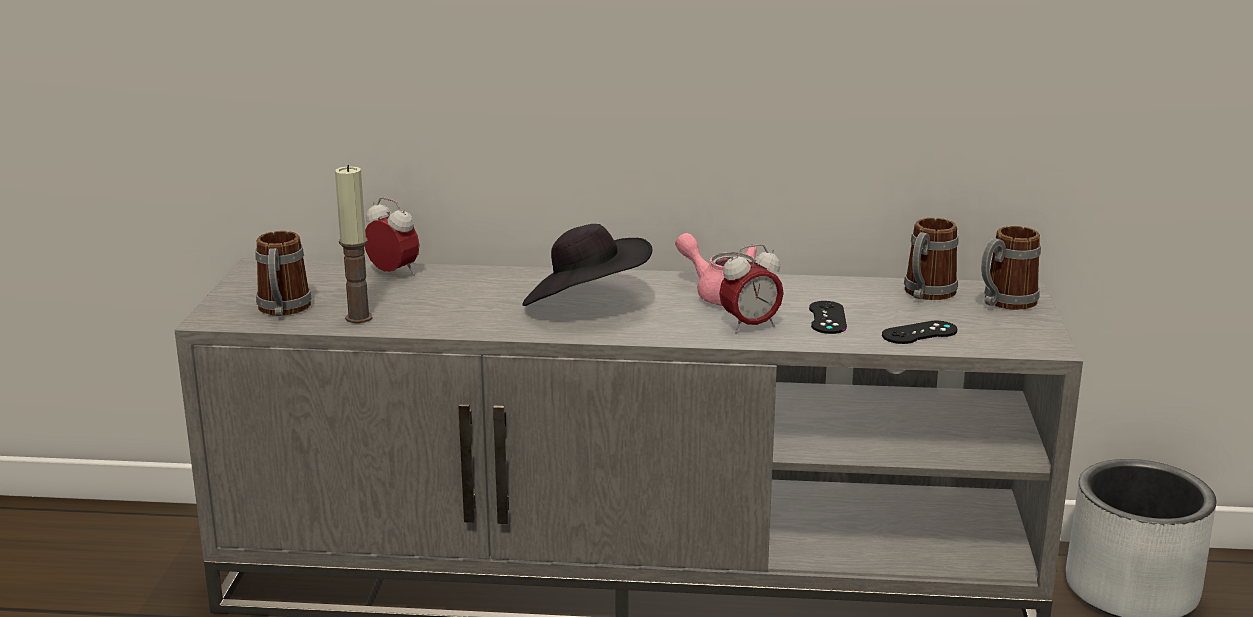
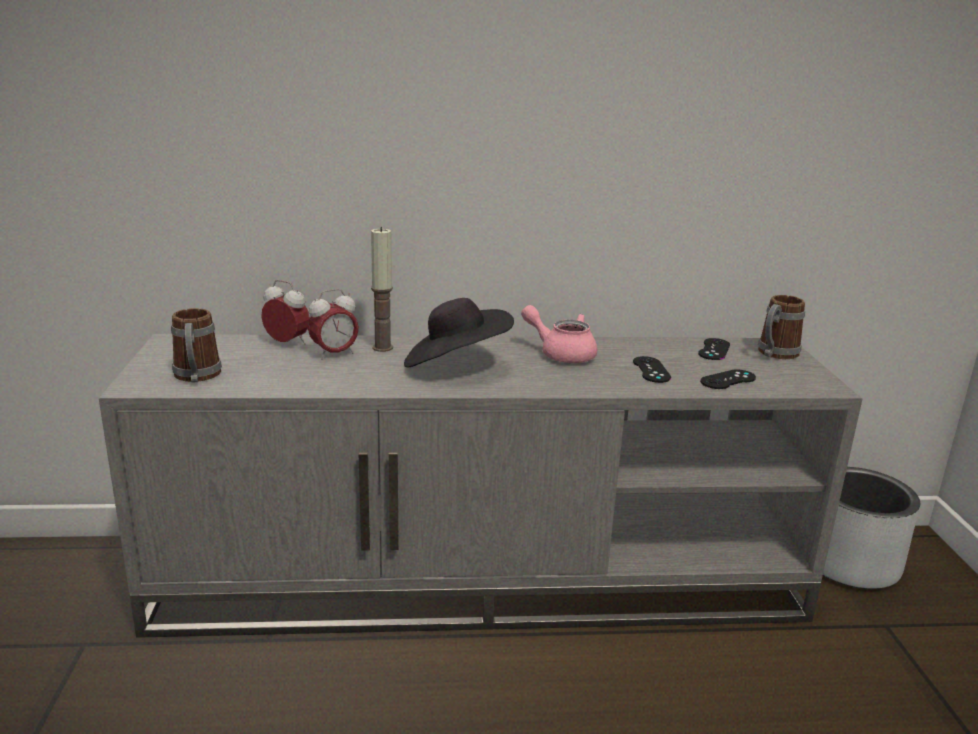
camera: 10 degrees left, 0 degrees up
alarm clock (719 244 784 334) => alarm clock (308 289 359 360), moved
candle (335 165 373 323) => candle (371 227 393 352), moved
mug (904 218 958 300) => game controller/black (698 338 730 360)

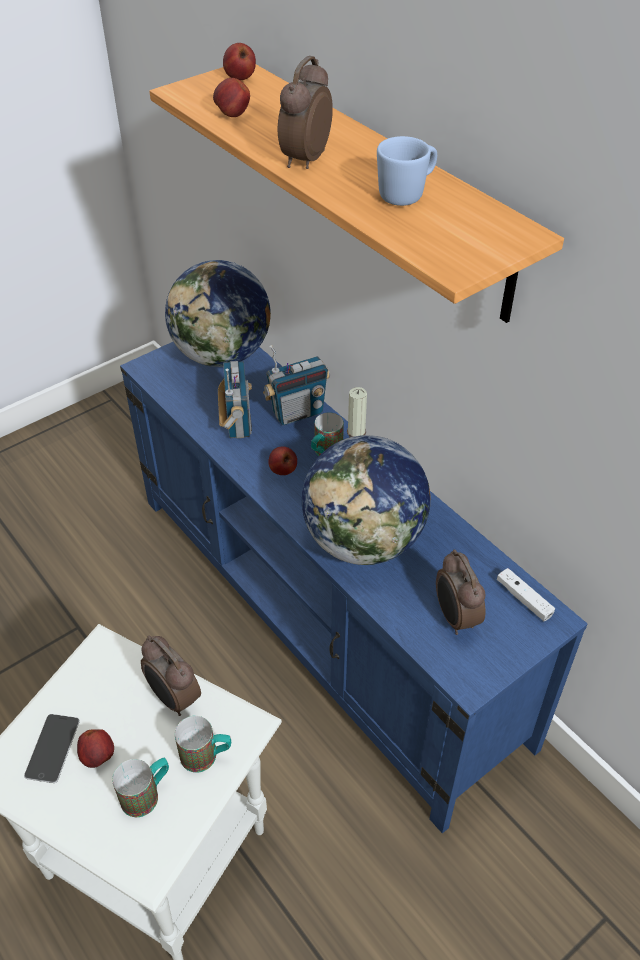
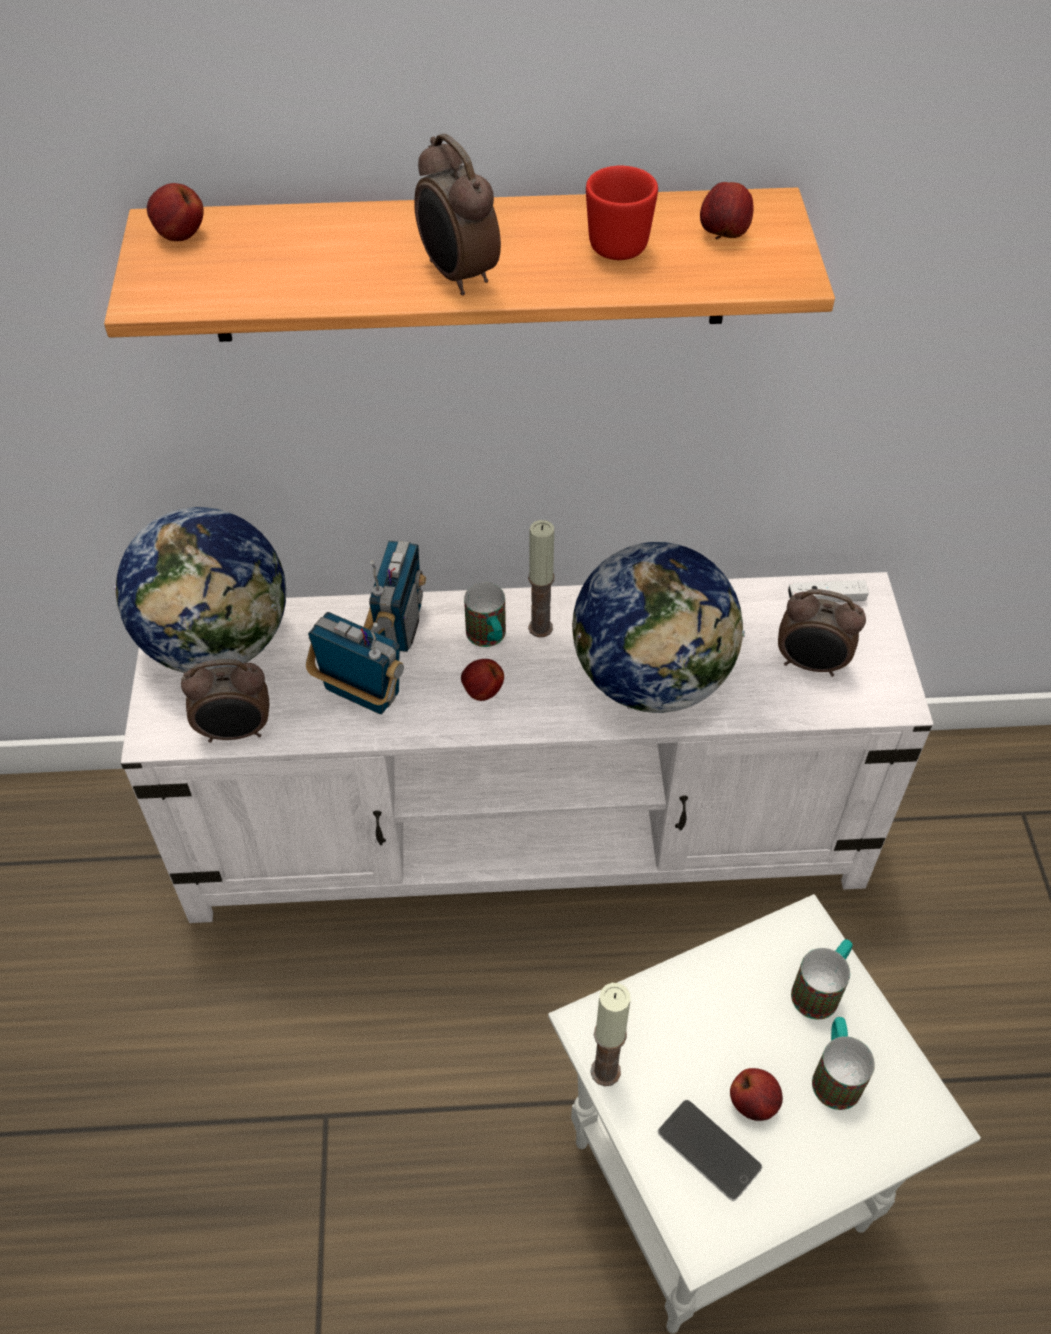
camera: 55 degrees left, 5 degrees up
tv stand/blue (120 342 587 833) => tv stand/white (120 572 933 923)
alarm clock (141 635 201 716) => alarm clock (181 659 269 743), moved
mug/blue (377 136 437 206) => mug/red (586 166 658 260)
nothing => candle (590 983 630 1086)
apple (213 78 250 117) => apple (700 182 753 239), moved

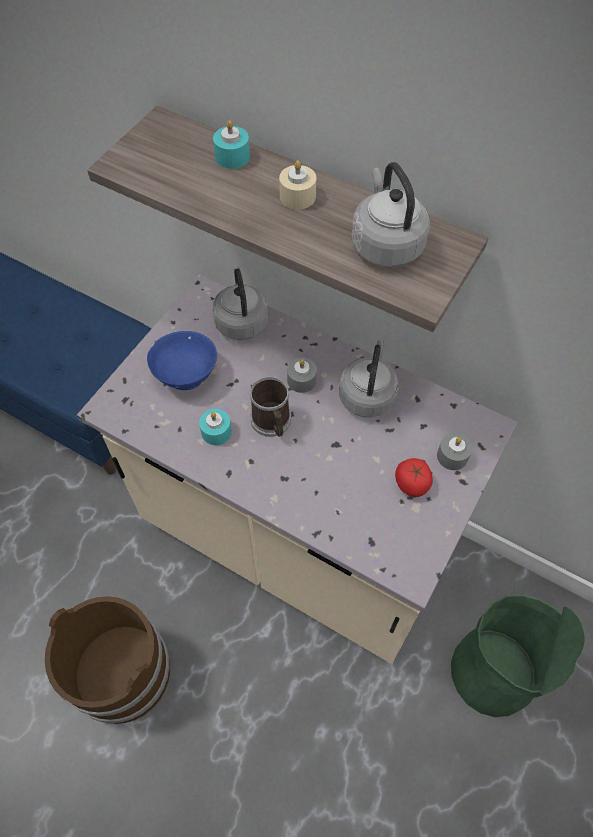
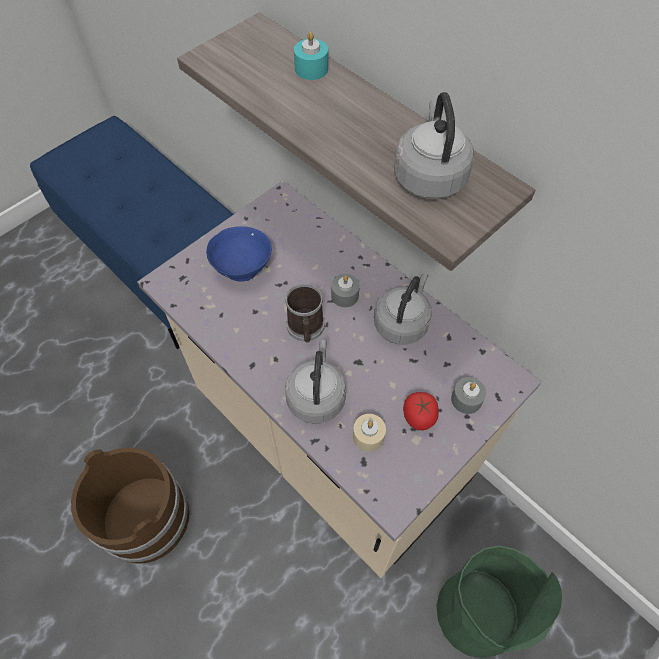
camera: 15 degrees right, 0 degrees up
kettle/grey (213 267 268 340) => kettle/grey (285 340 346 424), moved
candle/beige (279 160 316 210) => candle/beige (353 414 386 452), moved
candle/turquoise (199 409 232 445) => nothing

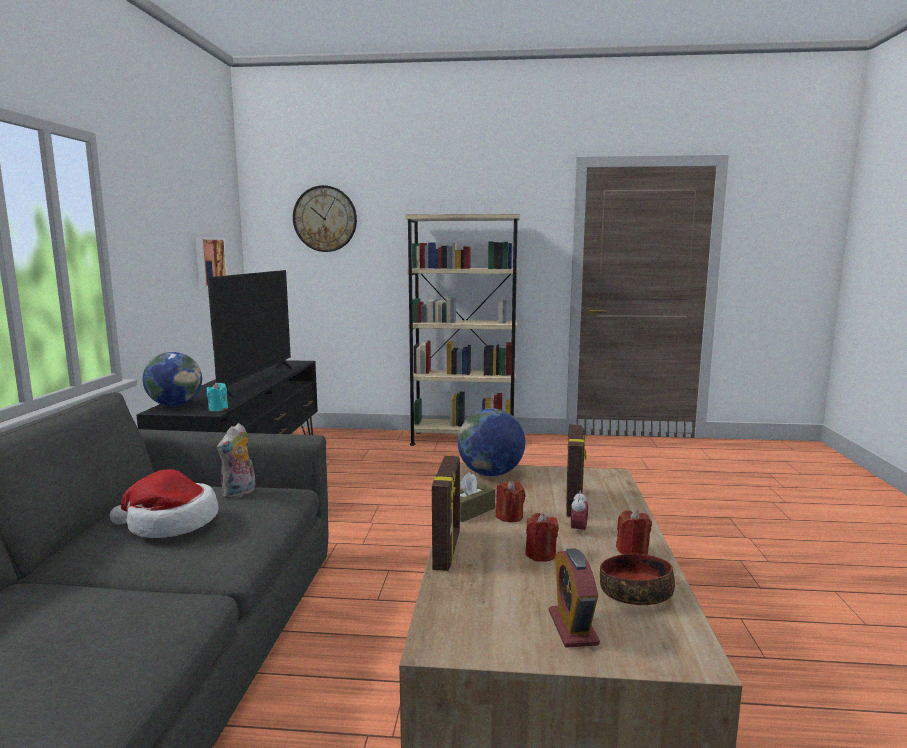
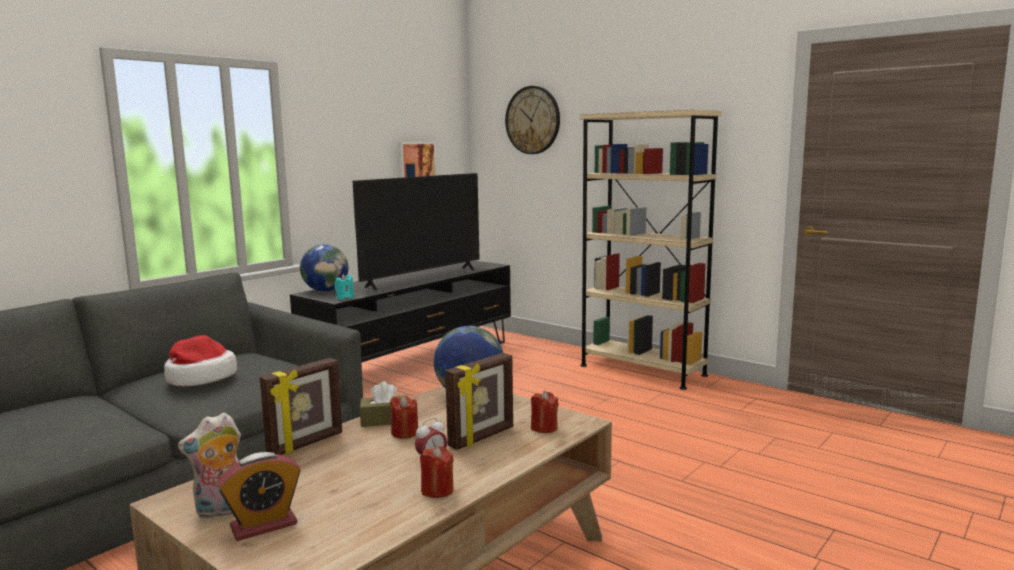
camera: 35 degrees right, 0 degrees up
plush toy (217 423 256 499) => plush toy (178 412 241 519), moved
alarm clock (549 548 600 648) => alarm clock (217 452 301 541), 150 degrees counterclockwise
candle/red (525 513 559 562) => candle/red (531 391 559 433), moved
bowl (600 554 675 605) => nothing

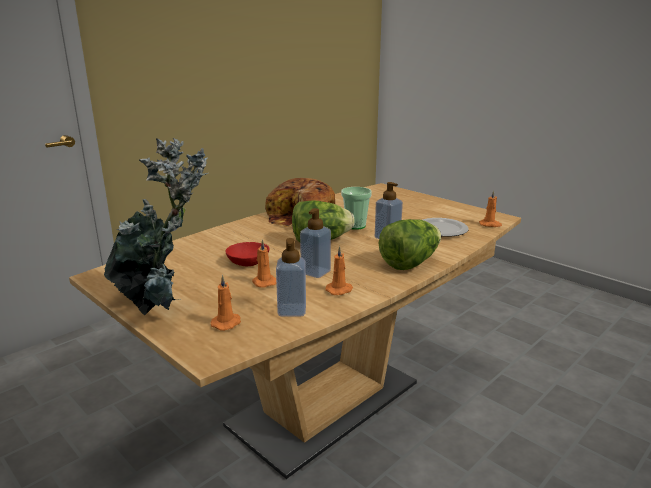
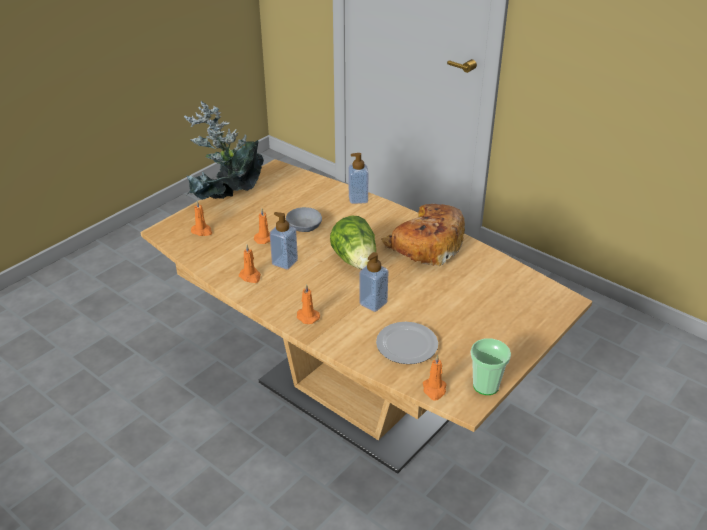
camera: 85 degrees right, 15 degrees up
bowl/red (226 242 270 266) => bowl/grey (286 207 322 232)
lettuce (379 219 441 270) => candle/orange (297 284 320 324)
soap dispenser (276 238 306 317) => soap dispenser (349 153 369 204), moved
cup (341 187 372 230) => cup (471 338 511 395), moved

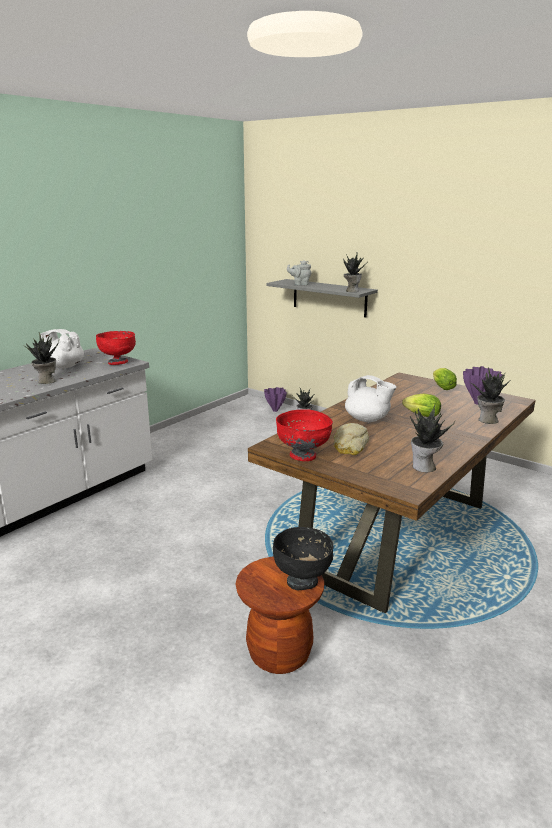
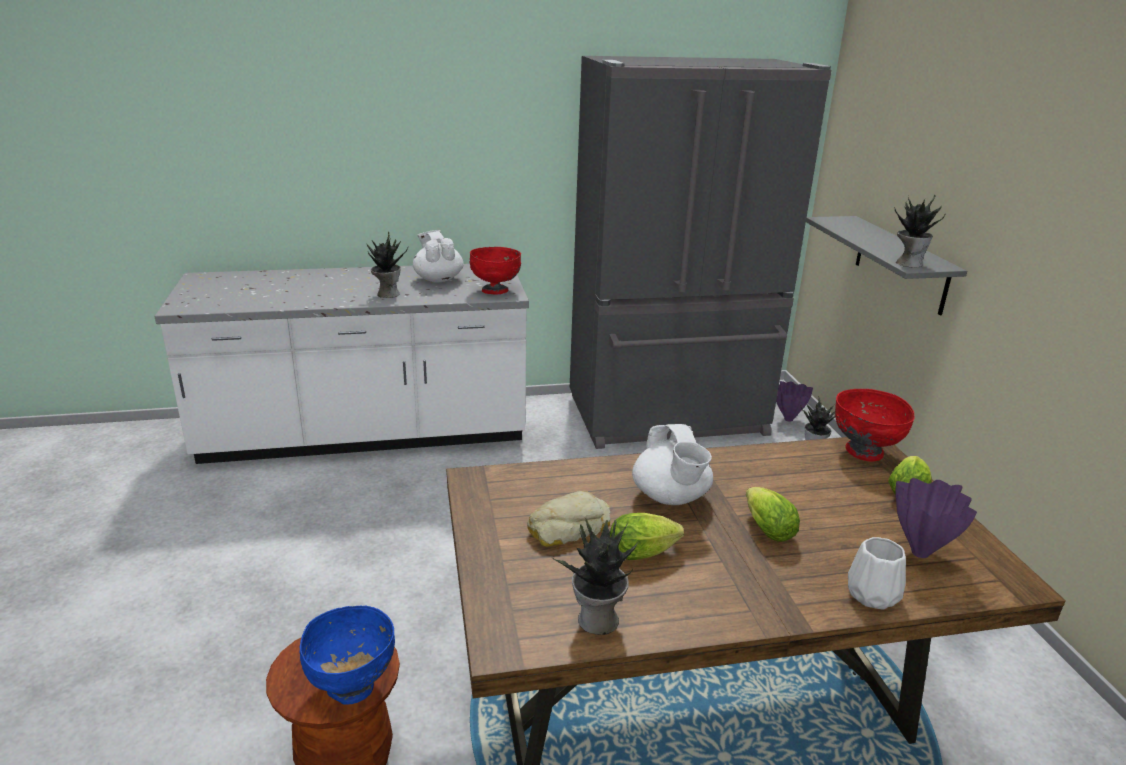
camera: 40 degrees right, 5 degrees up
bowl/black (273 527 334 590) => bowl/blue (300 606 395 705)
nothing => fridge/grey (570 56 832 449)
nothing => lettuce (610 513 684 560)
bowl/red (276 409 333 461) => bowl/red (835 389 915 462), moved
potted plant (469 367 510 424) => vase/white (848 537 906 610)
teapot/grey (287 261 311 285) => nothing

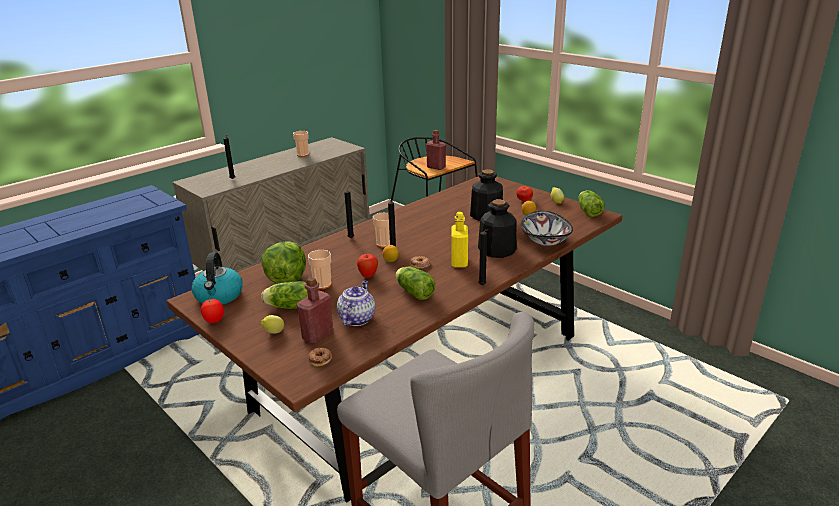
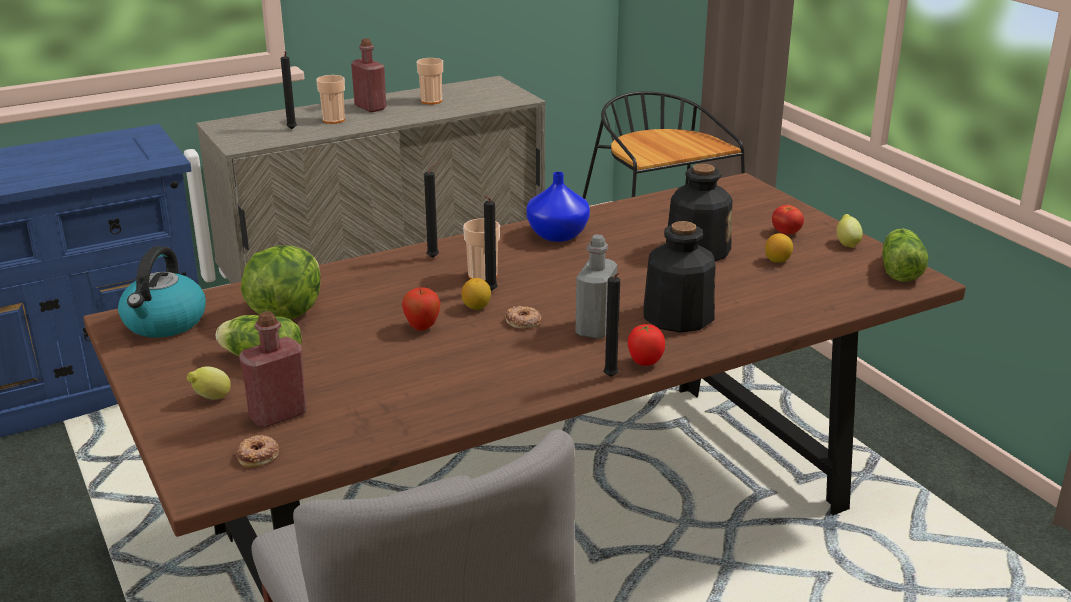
camera: 15 degrees right, 0 degrees up
cup (308 250 332 289) => cup (316 75 345 124), moved
bottle/red (426 130 446 170) => bottle/red (351 38 386 112), moved
nothing => vase/blue (526 172 590 242)
bottle/yellow (451 212 468 267) => bottle/grey (576 234 617 339)
tomato (201 299 224 323) => tomato (628 324 665 366), moved
teapot (337 280 375 326) => nothing
lettuce (395 266 436 300) => nothing
bowl (521 211 573 246) => nothing

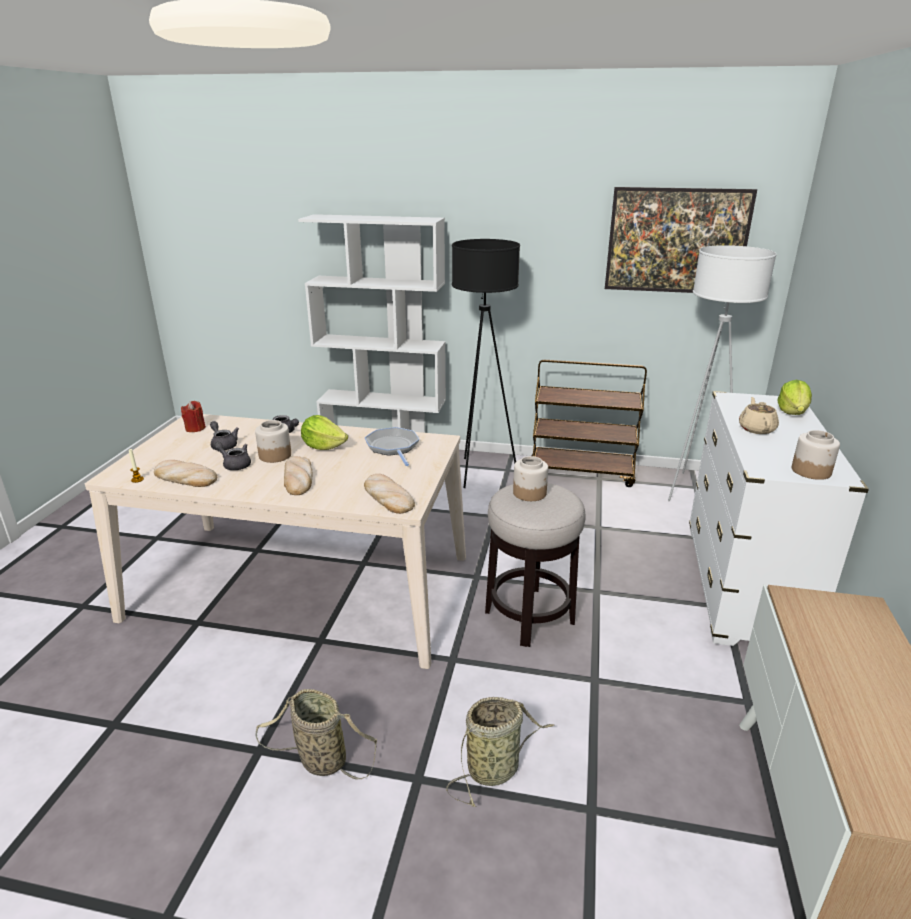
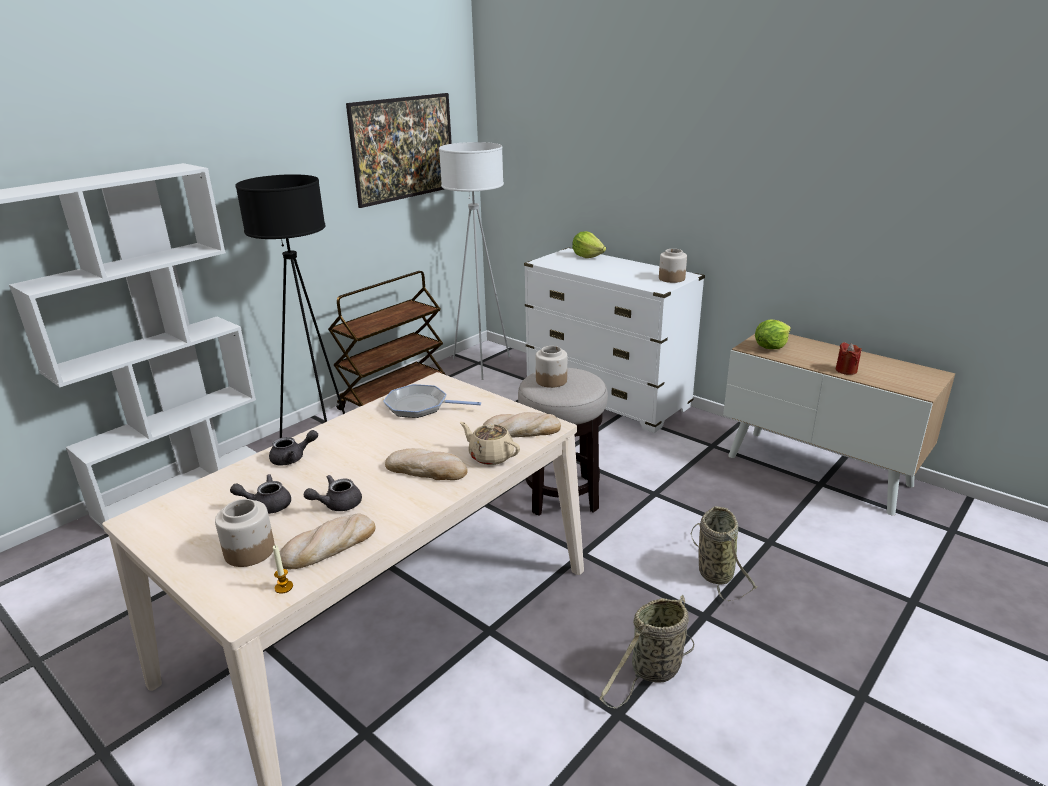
camera: 60 degrees left, 0 degrees up
jar (255 420 291 463) => jar (215 499 275 567), moved
teapot/beige (739 397 779 434) => teapot/beige (460 422 520 465), moved
lettuce (301 415 348 450) => lettuce (755 320 791 349), moved
candle/red (181 401 206 432) => candle/red (836 342 862 375), moved

